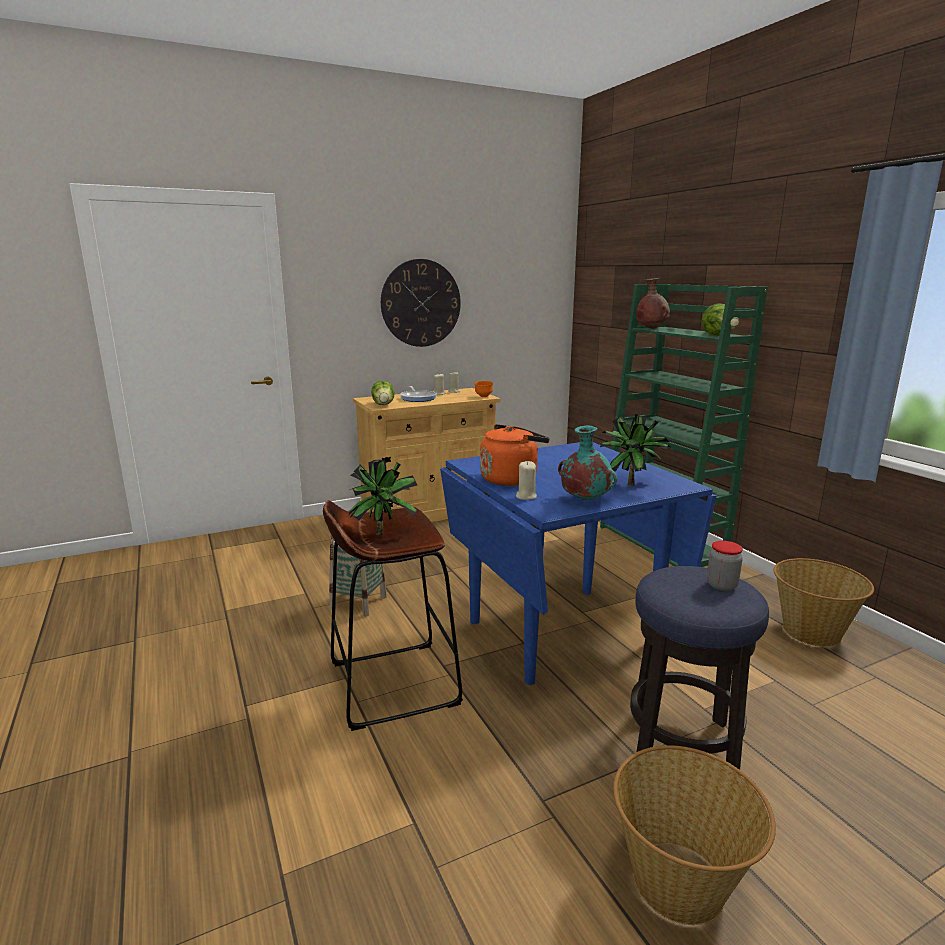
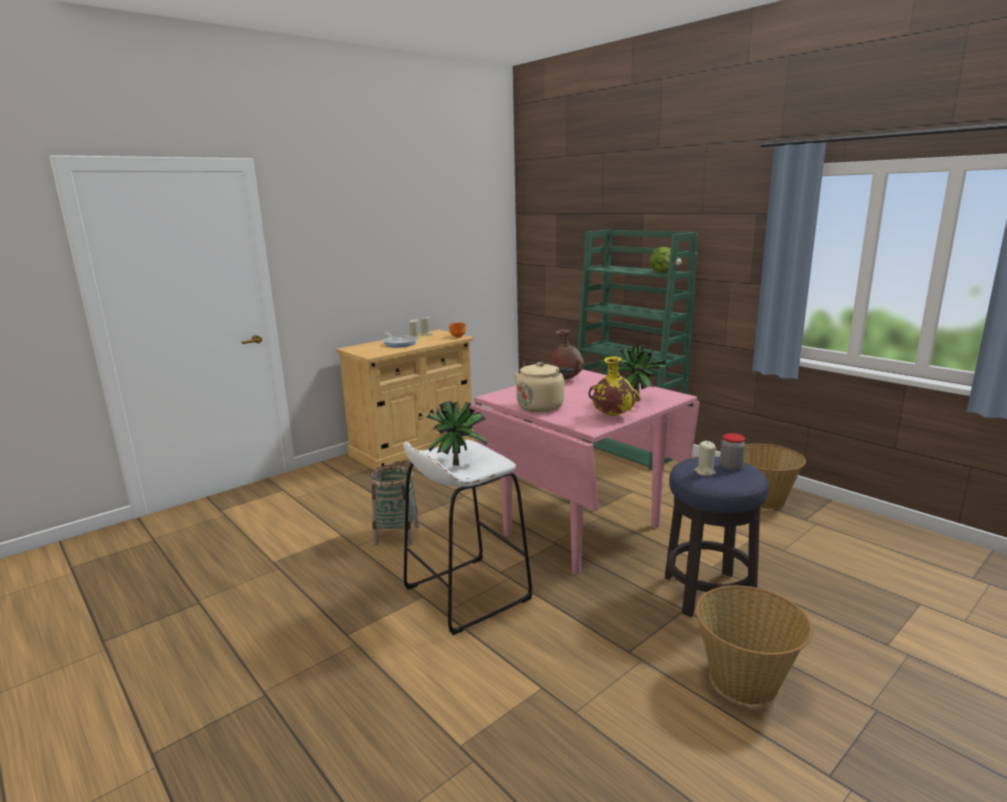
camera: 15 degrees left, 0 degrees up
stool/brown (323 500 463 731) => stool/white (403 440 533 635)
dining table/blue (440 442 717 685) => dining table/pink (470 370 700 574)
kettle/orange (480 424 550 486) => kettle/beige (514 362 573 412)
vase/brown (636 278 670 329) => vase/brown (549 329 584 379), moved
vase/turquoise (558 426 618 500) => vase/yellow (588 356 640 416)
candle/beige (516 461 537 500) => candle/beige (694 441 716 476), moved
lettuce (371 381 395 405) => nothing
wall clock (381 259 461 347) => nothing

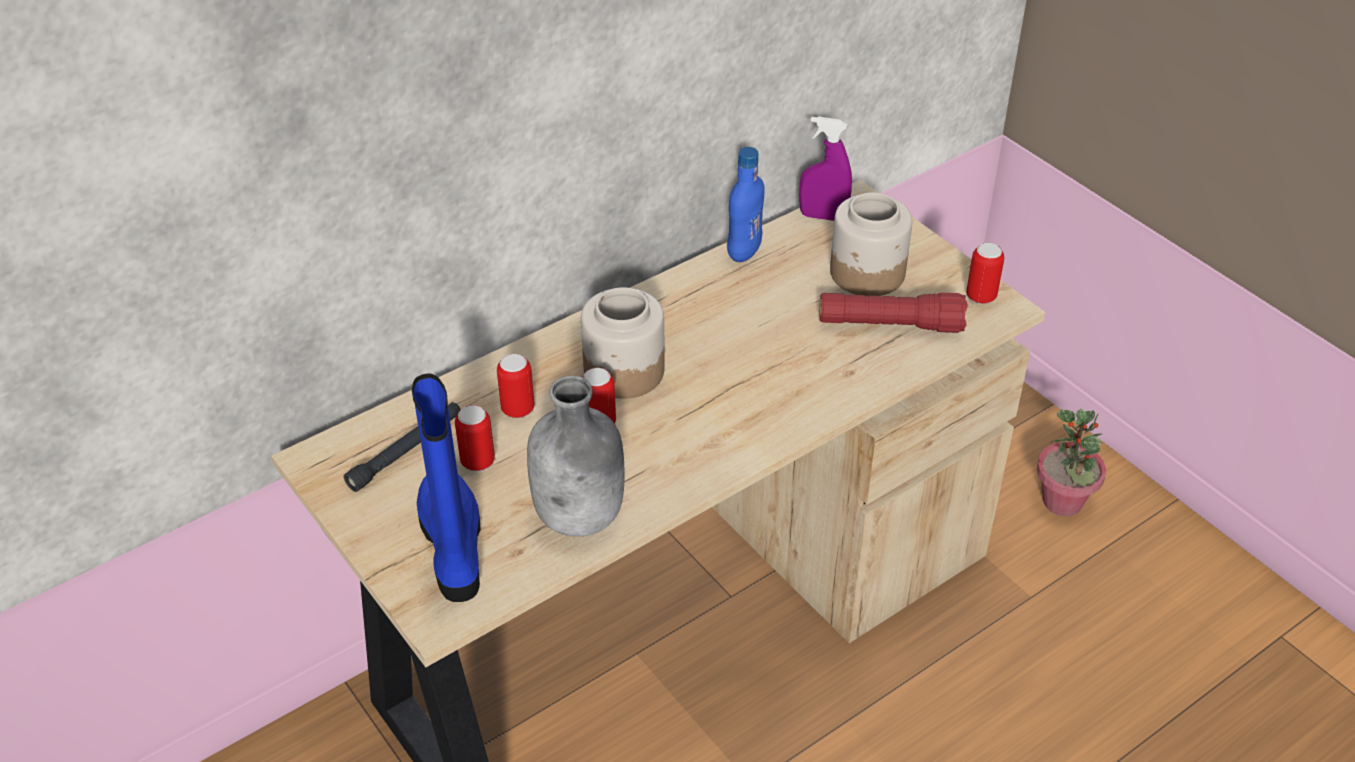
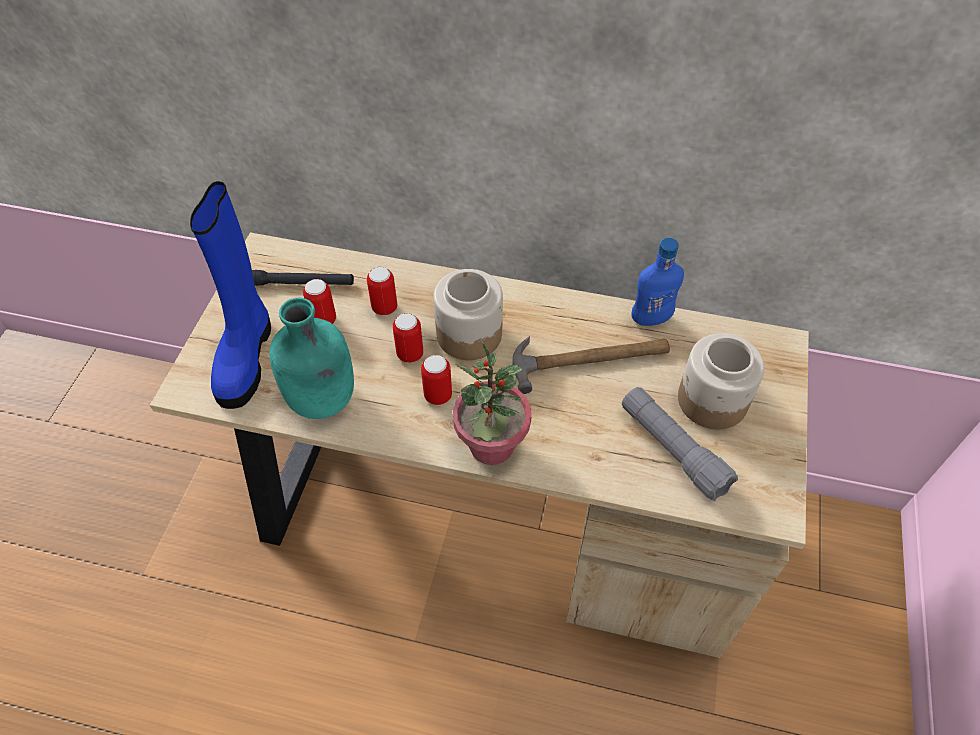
camera: 50 degrees right, 10 degrees up
boot/blue (412 373 481 602) => boot/blue (190 181 271 409), 150 degrees clockwise
bottle/grey (527 376 624 537) => bottle/turquoise (269 298 354 419)
can (966 243 1004 304) => can (421 355 452 405), moved
potted plant (1037 409 1106 516) => potted plant (453 341 532 465), moved
nothing => hammer (512 336 670 394)
flashlight/red (819 292 968 333) => flashlight/grey (622 387 738 502)
spray bottle/purple (799 116 852 221) => nothing

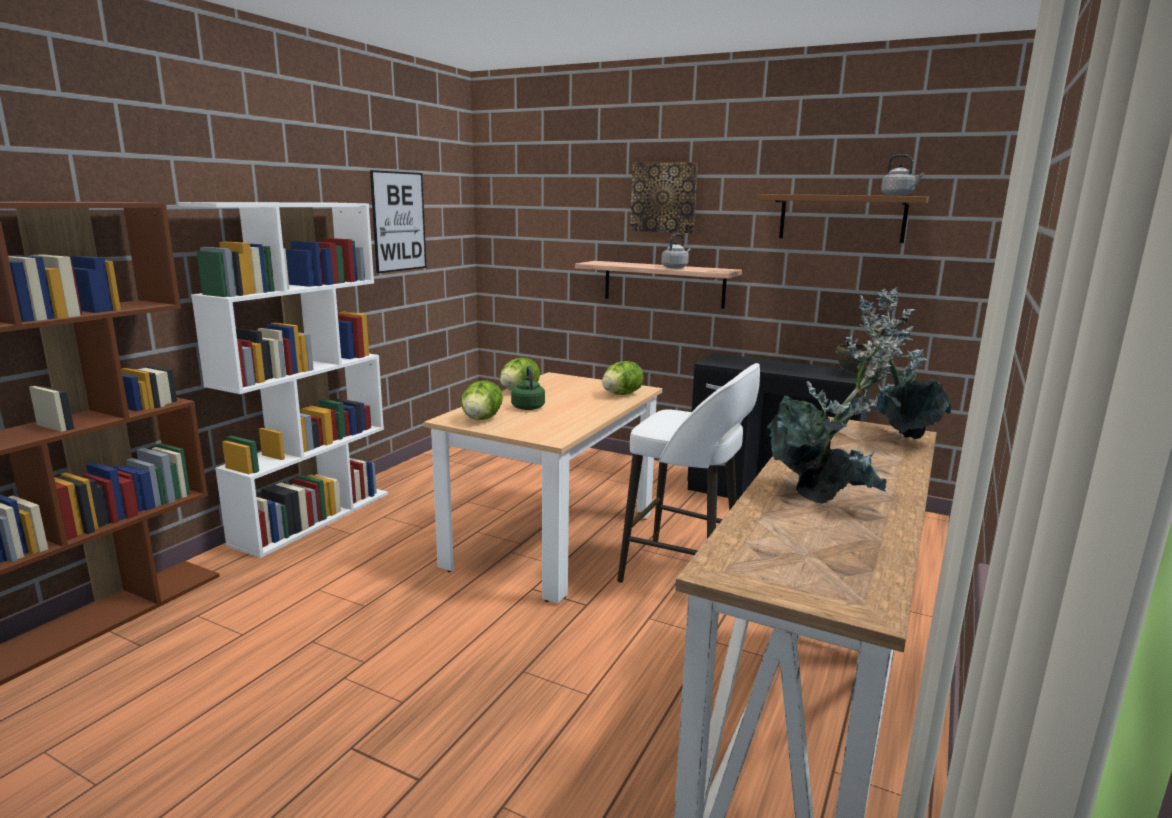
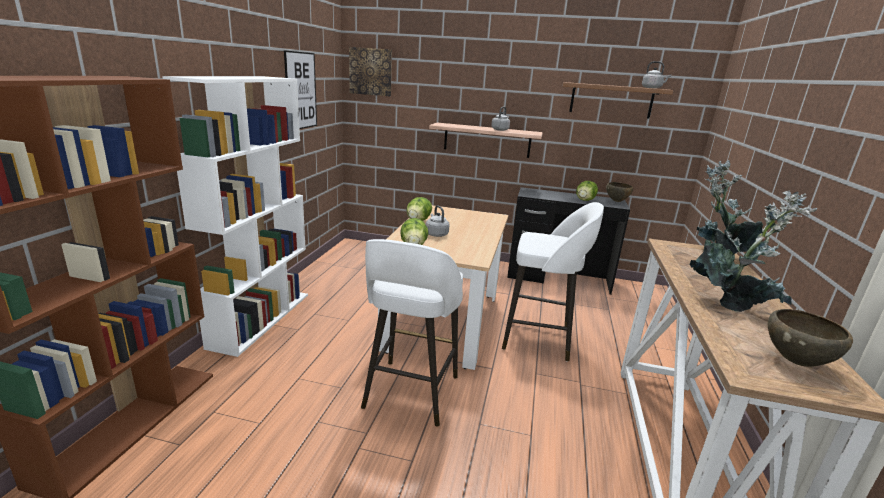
camera: 15 degrees left, 5 degrees up
picture (630 162 698 233) => picture (349 47 392 96), moved
nothing => stool/white (361 239 463 427)
kettle/green (511 366 545 410) => kettle/grey (426 205 450 237)
lettuce (602 361 644 395) => lettuce (576 181 598 201), moved
nothing => bowl/brown (768 309 853 367)

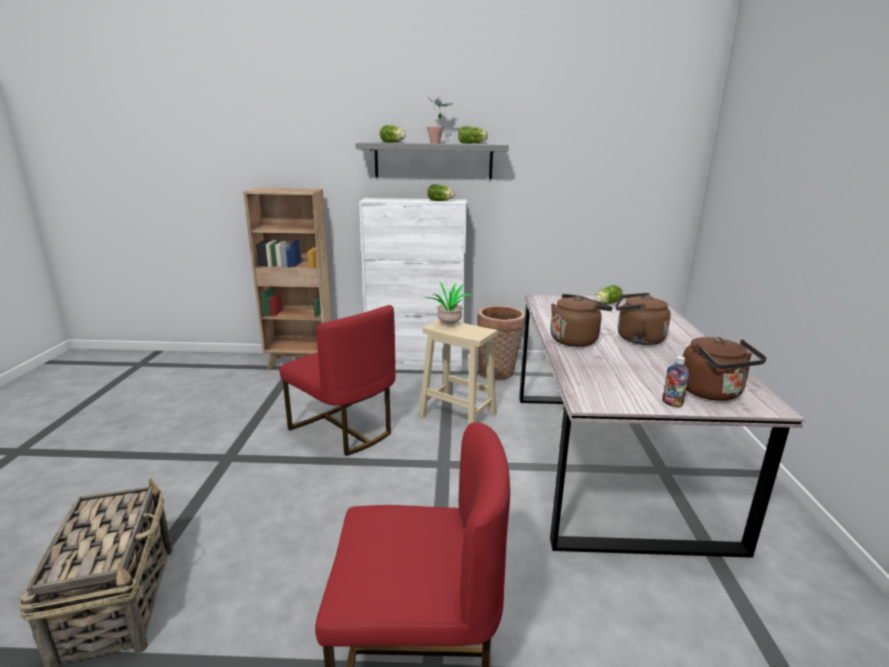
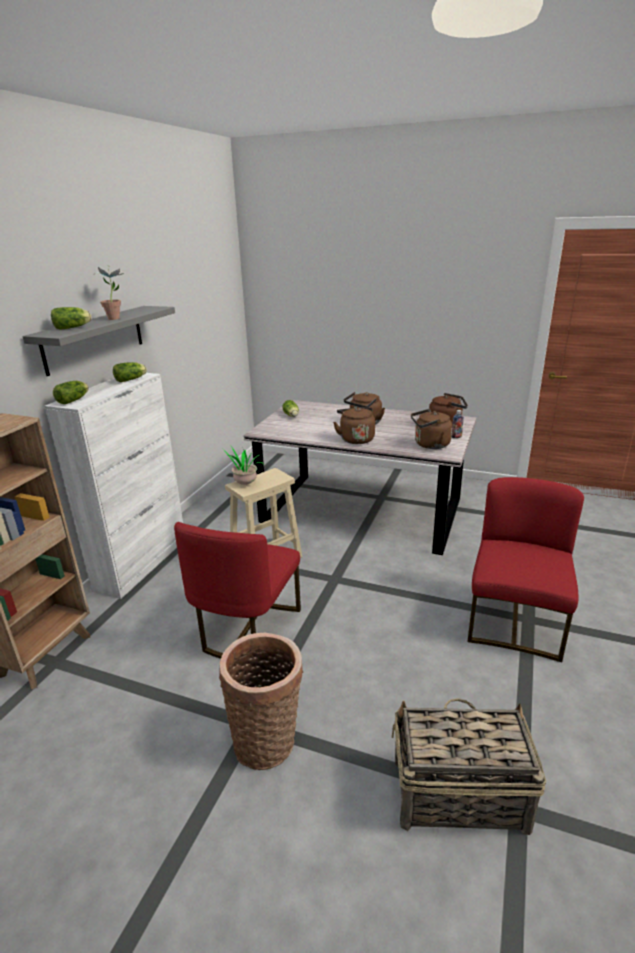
camera: 70 degrees left, 5 degrees up
lettuce (458 126 488 144) => lettuce (53 381 89 404), moved
chair/red (280 305 396 456) => chair/red (174 522 301 659), 135 degrees clockwise
basket (477 305 525 380) => basket (219 633 303 770), moved
nothing => kettle/brown (411 409 452 449)

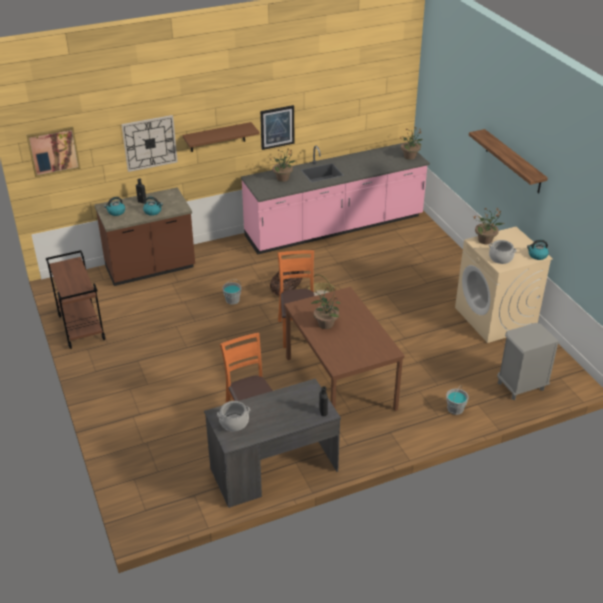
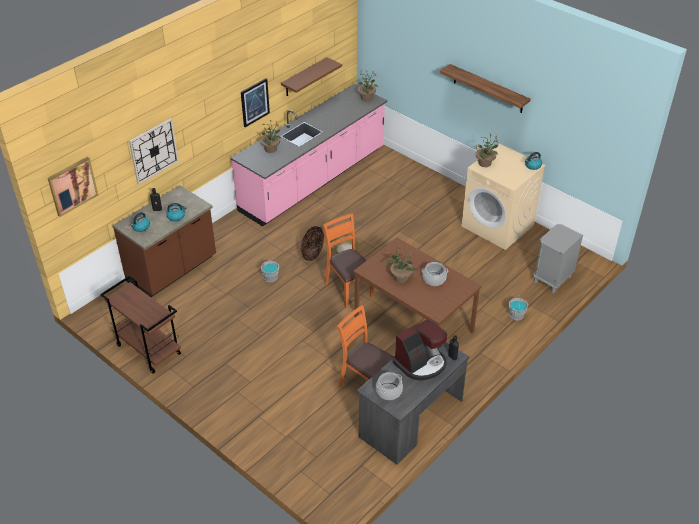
camera: 25 degrees left, 5 degrees up
shelf/brown (183 122 259 152) => shelf/brown (281 57 342 96), moved
nothing => coffee machine (393 319 447 380)
cooking pot (489 240 517 264) => cooking pot (422 262 448 286), moved

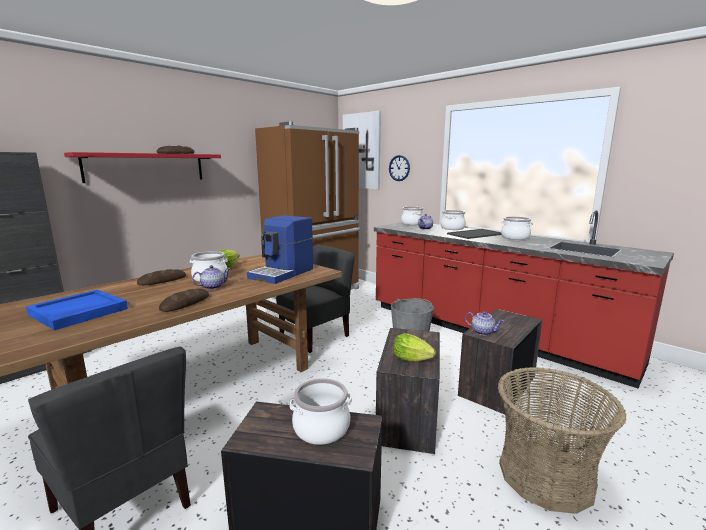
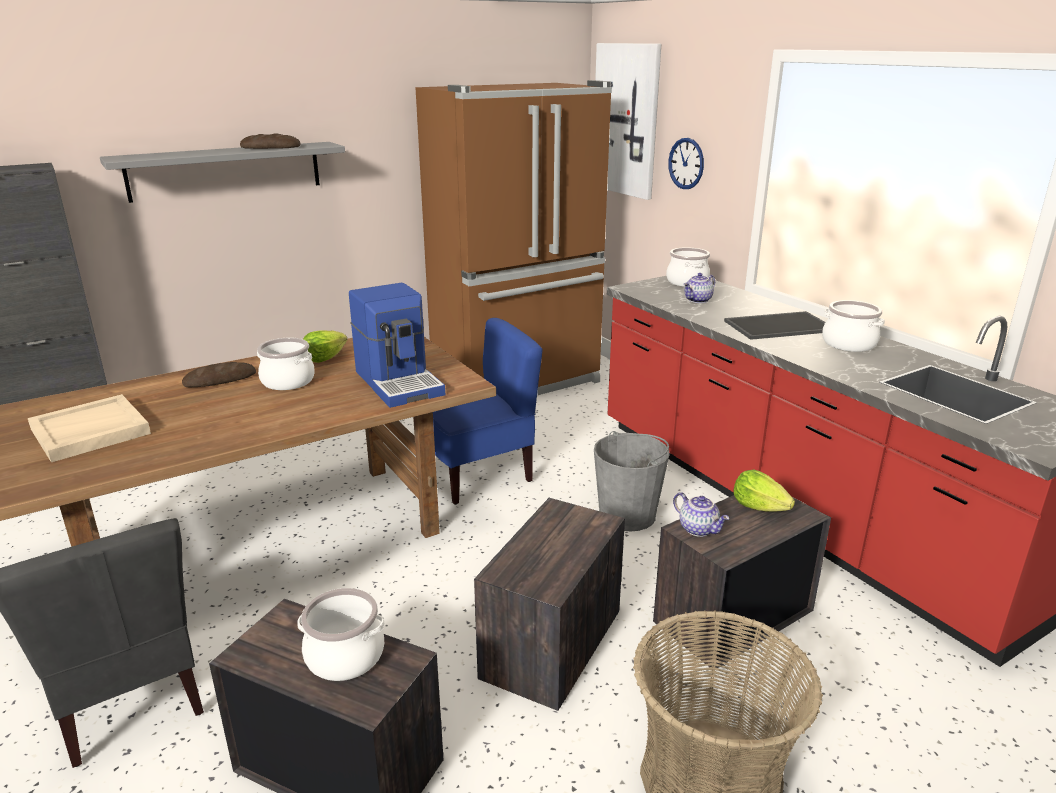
camera: 15 degrees right, 10 degrees up
tray/blue (26 290 128 330) => tray/beige (28 394 151 462)
shelf/red (64 152 221 183) => shelf/grey (100 142 345 203)
coffee machine (247 215 313 284) => coffee machine (349 283 445 408), 75 degrees counterclockwise
chair/grey (276 245 355 353) => chair/blue (433 318 543 505)
lettuce (393 333 436 362) => lettuce (733 469 795 512), moved
bread (159 289 209 312) => nothing
teapot (192 265 231 289) => nothing
cooking pot (441 210 466 230) => nothing

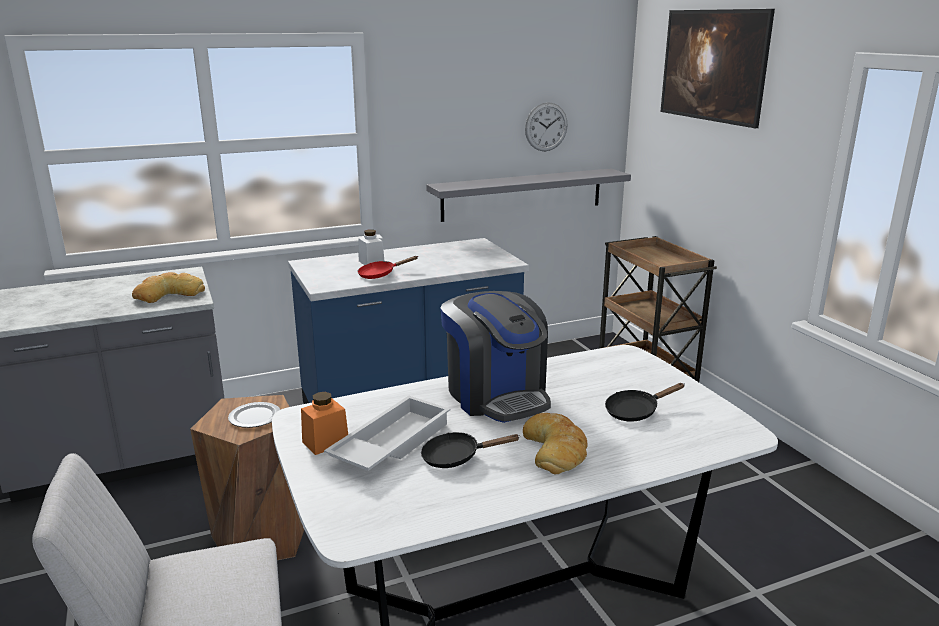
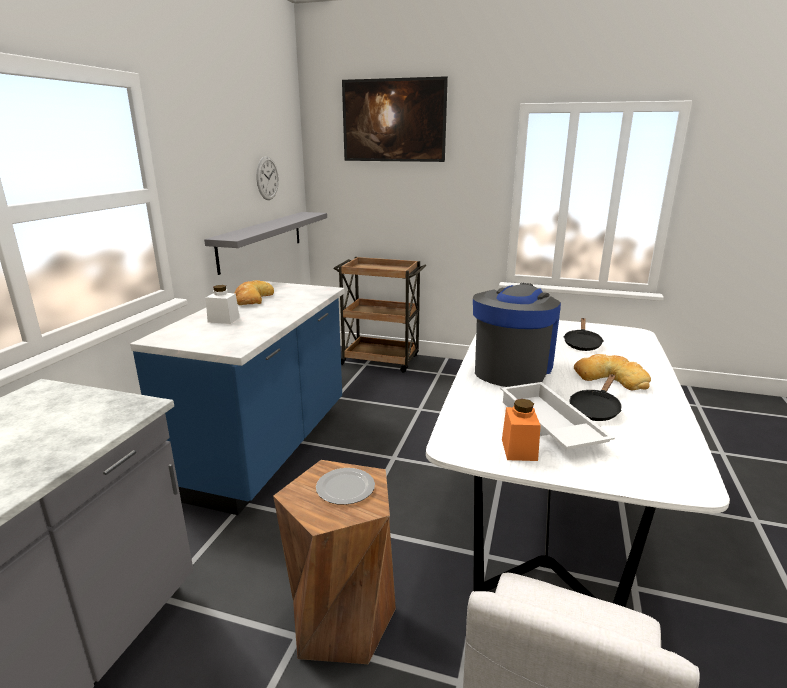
camera: 50 degrees left, 0 degrees up
bread (132 272 205 303) => bread (234 280 274 305), moved
coffee machine (440 291 551 423) => coffee machine (473 283 561 387), 75 degrees counterclockwise
frying pan/red (358 256 418 279) => nothing

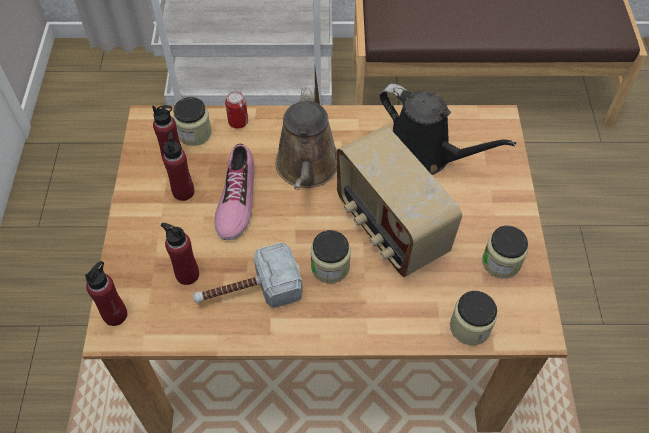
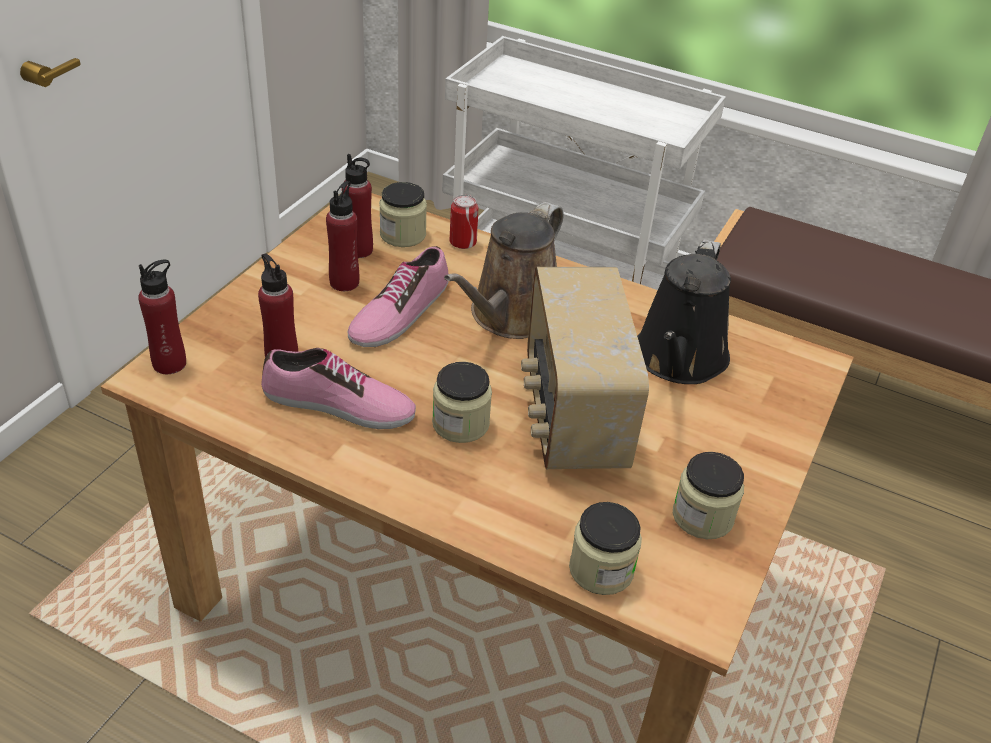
camera: 25 degrees right, 15 degrees down
hammer (193 242 303 308) => shoe (261 348 416 429)
watering can/black (379 84 516 175) => watering can/black (637 239 731 384), 45 degrees clockwise

